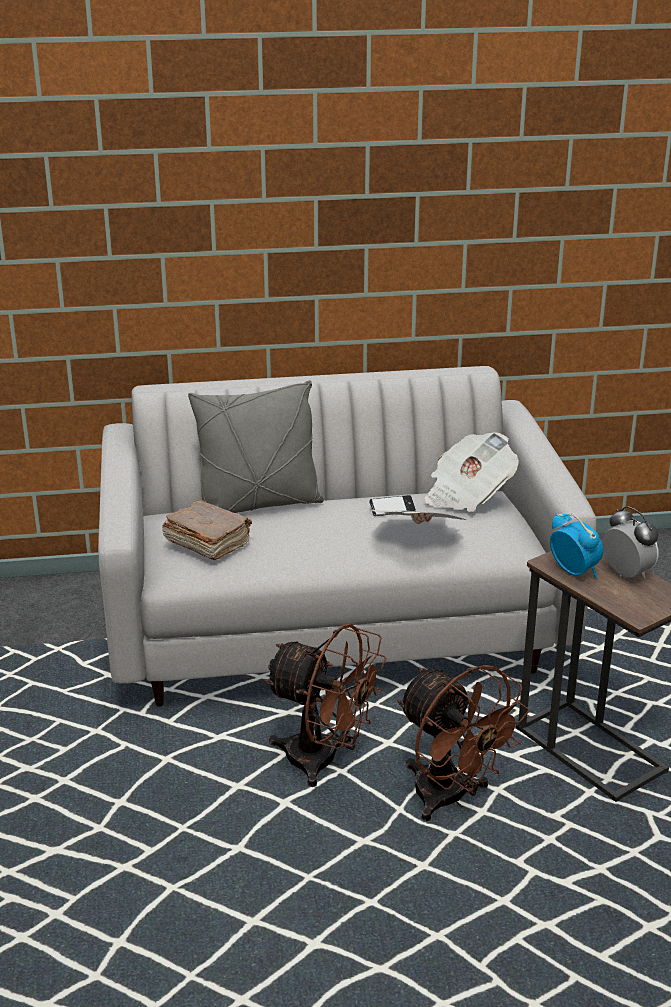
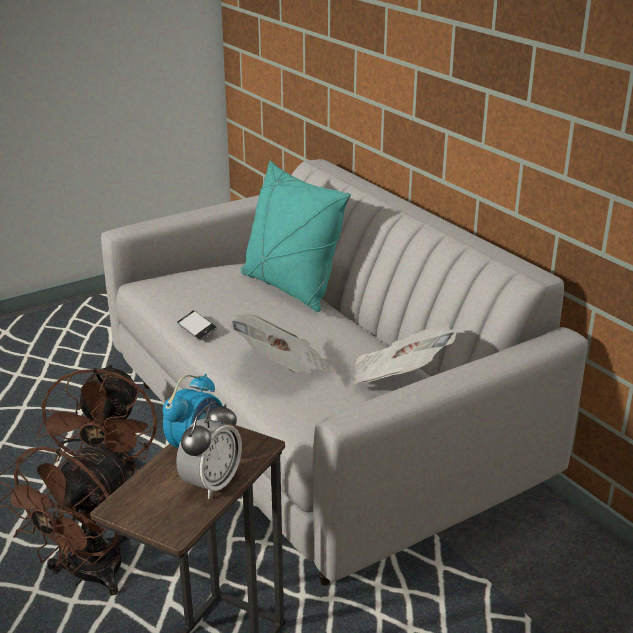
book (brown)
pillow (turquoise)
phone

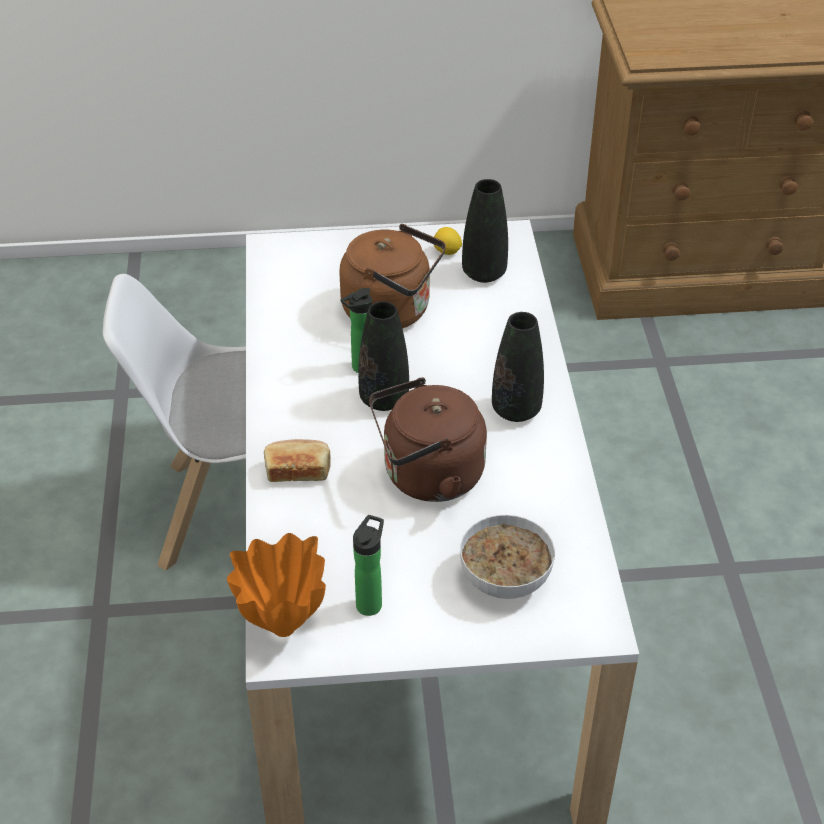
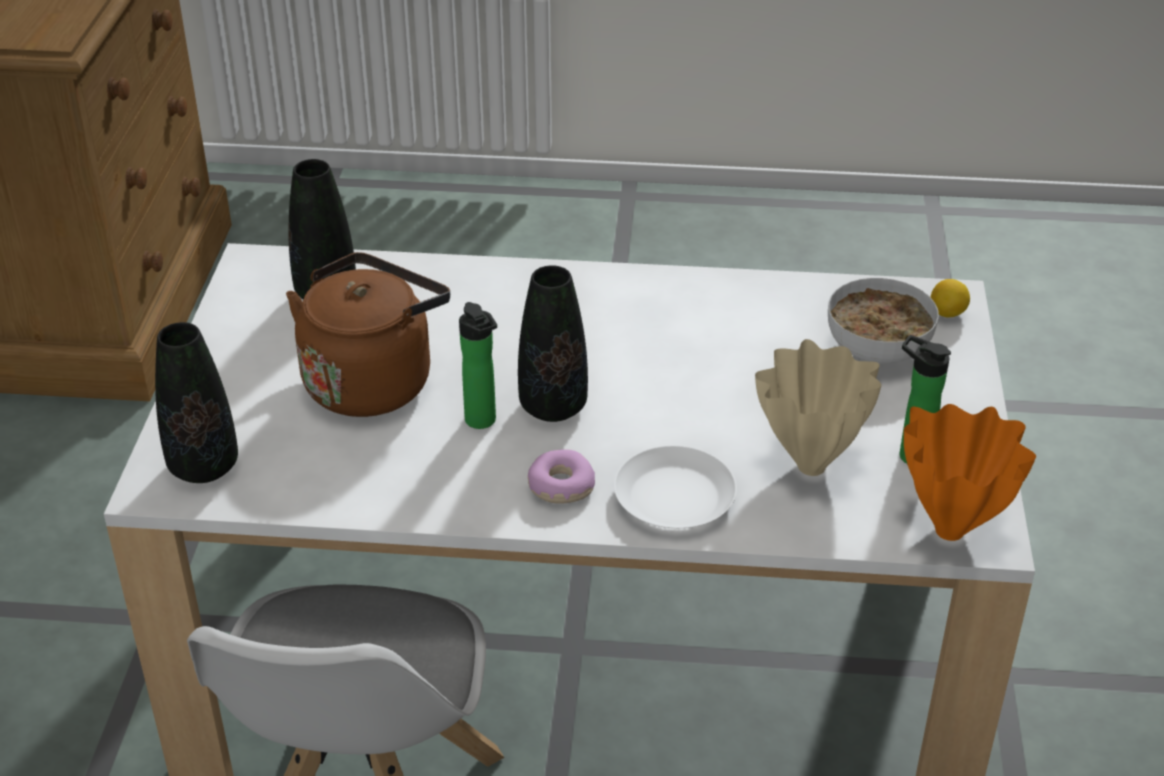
plate (white)
kettle (brown) (no. 2 from left in the first image)
lemon
vase (black) (no. 1 from left)
donut
vase (beige)

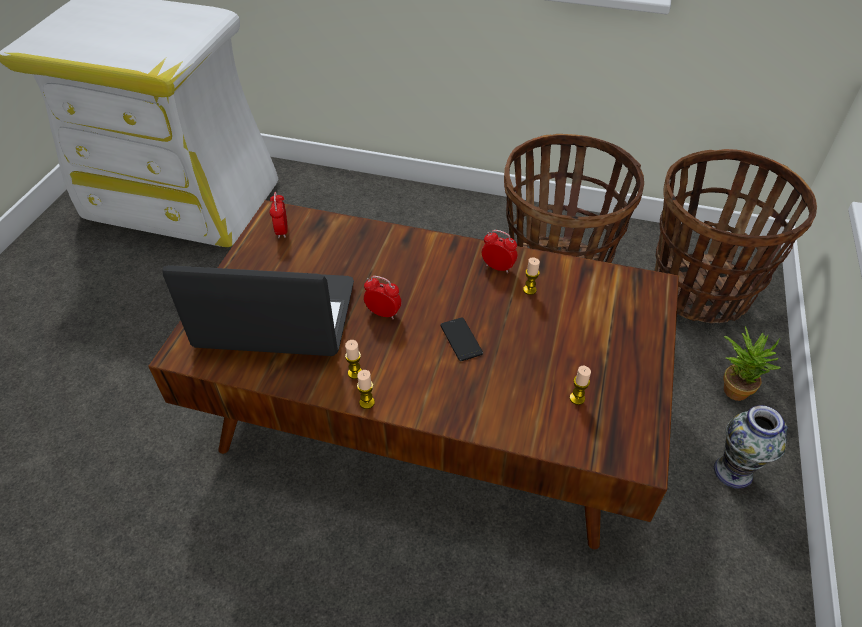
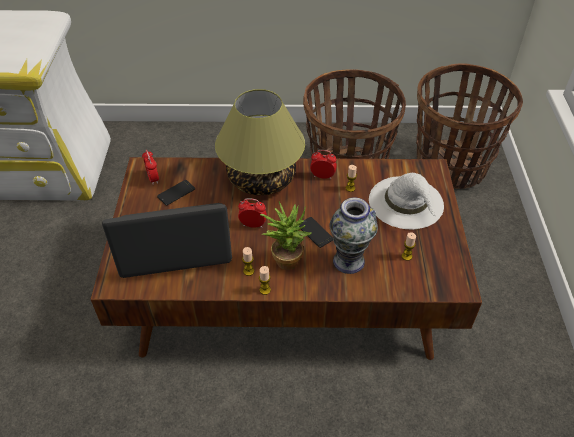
vase
potted plant
phone (no. 1 from left)
table lamp
hat (white)

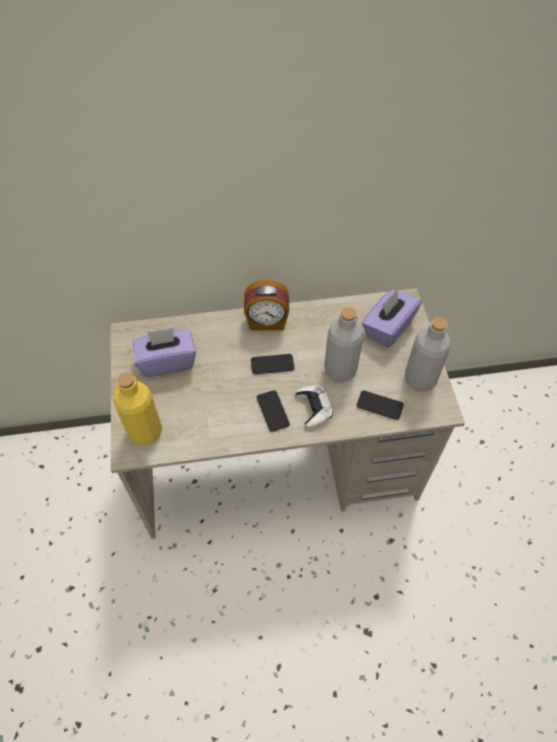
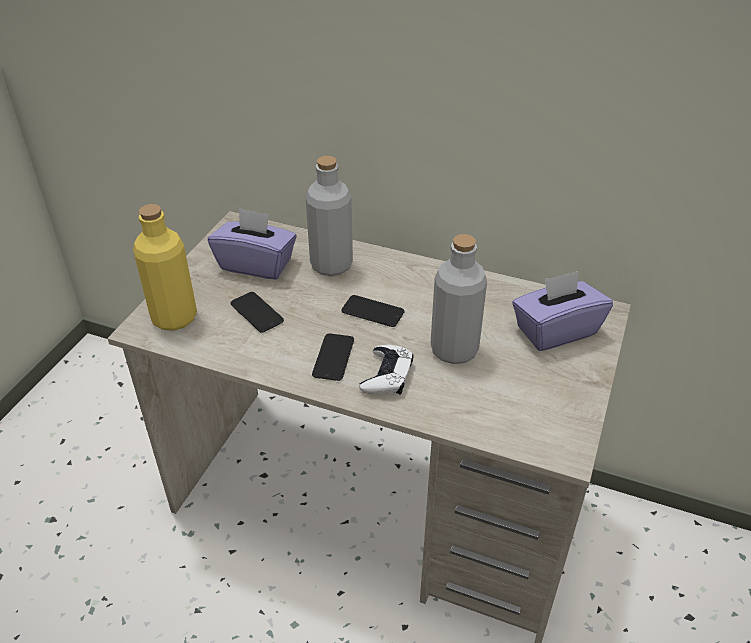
alarm clock
phone (no. 1 from left)
bottle (grey) (no. 1 from left)

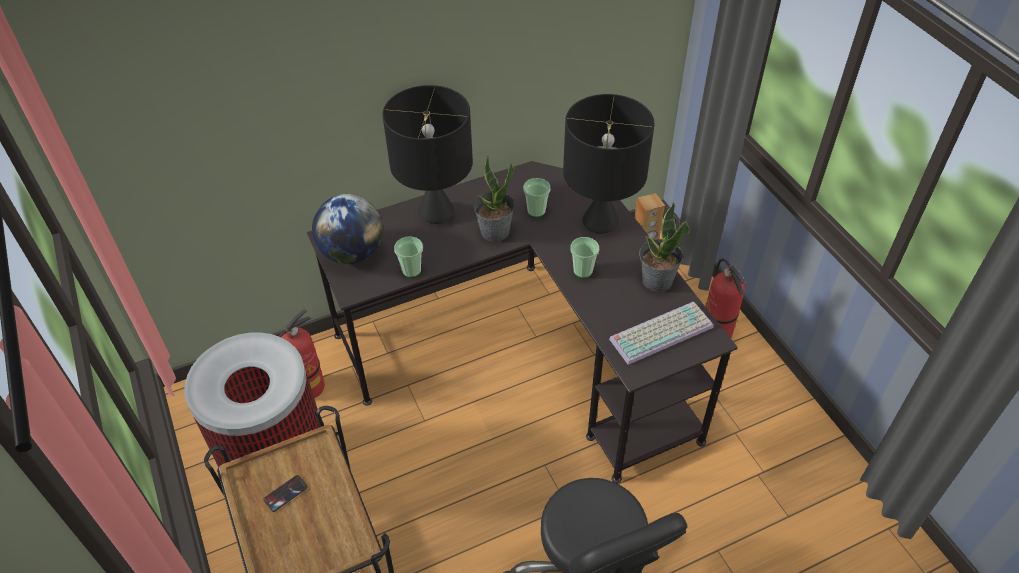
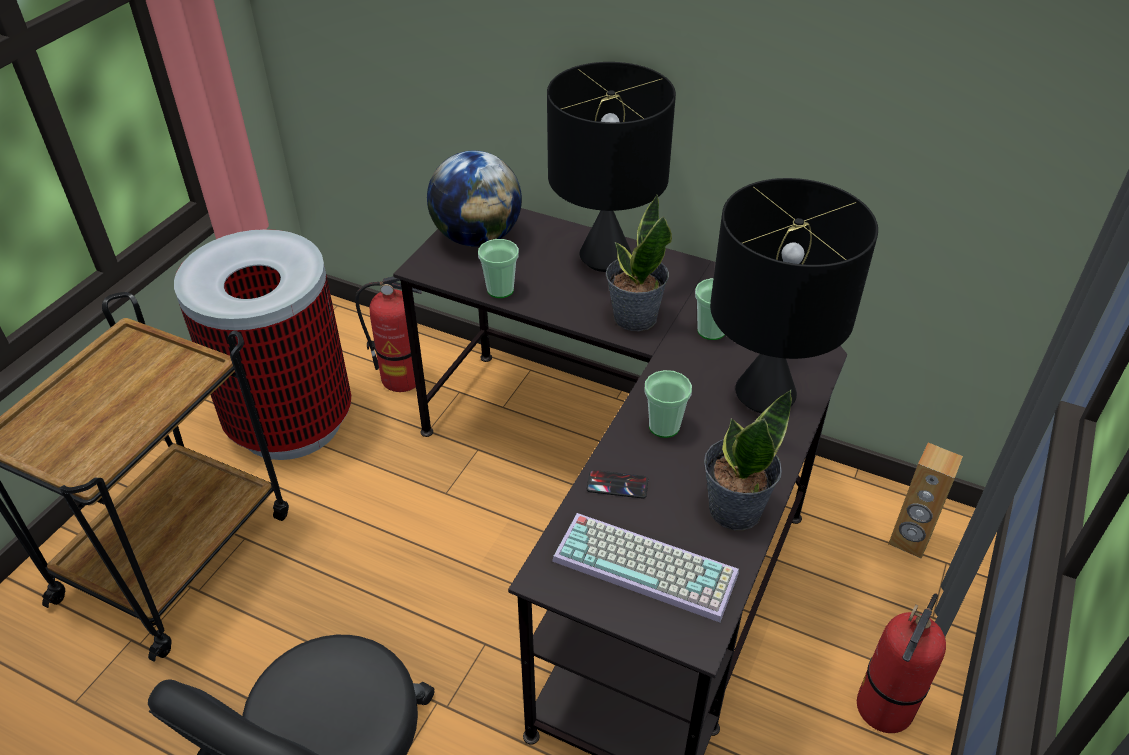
phone

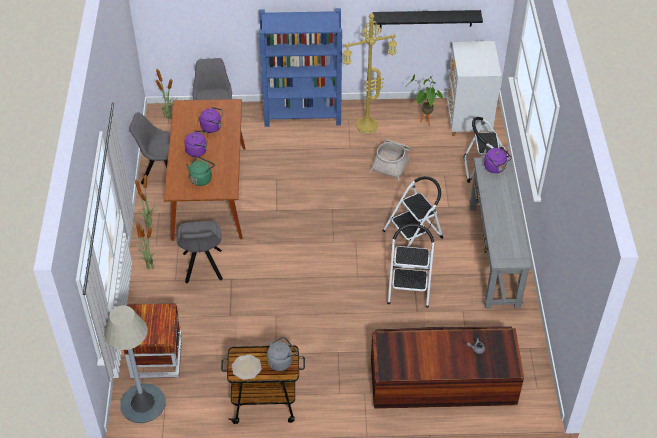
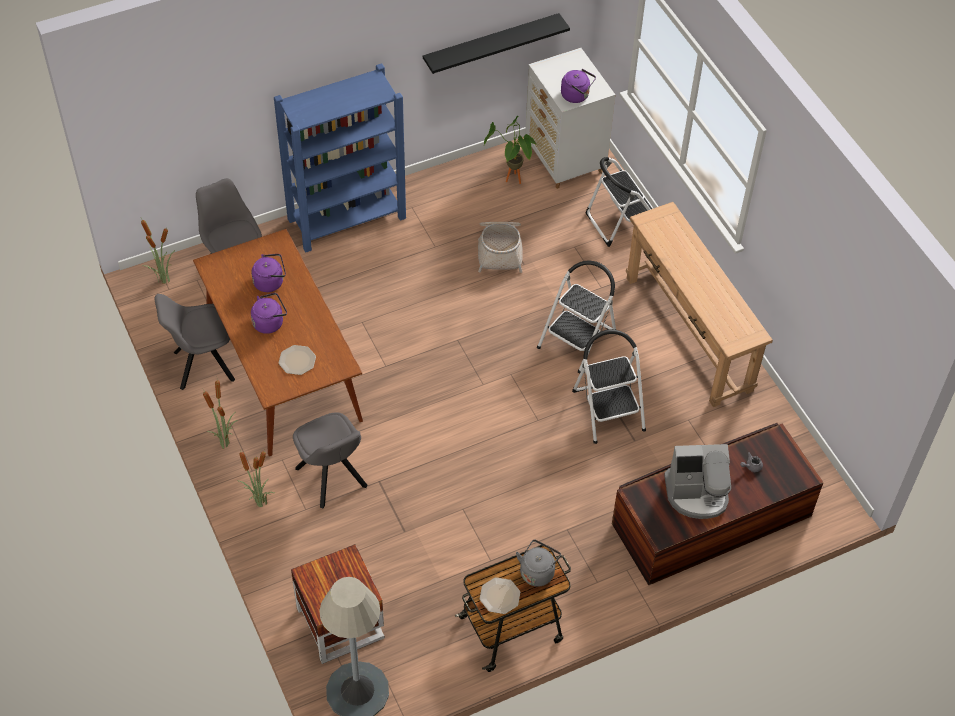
plate (no. 1 from left)
floor lamp (yellow)
console table (brown)
kettle (purple) (no. 3 from left)
coffee machine

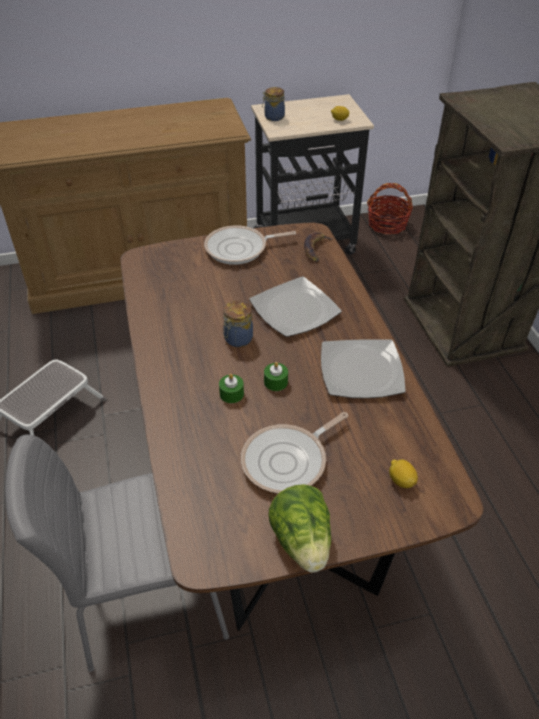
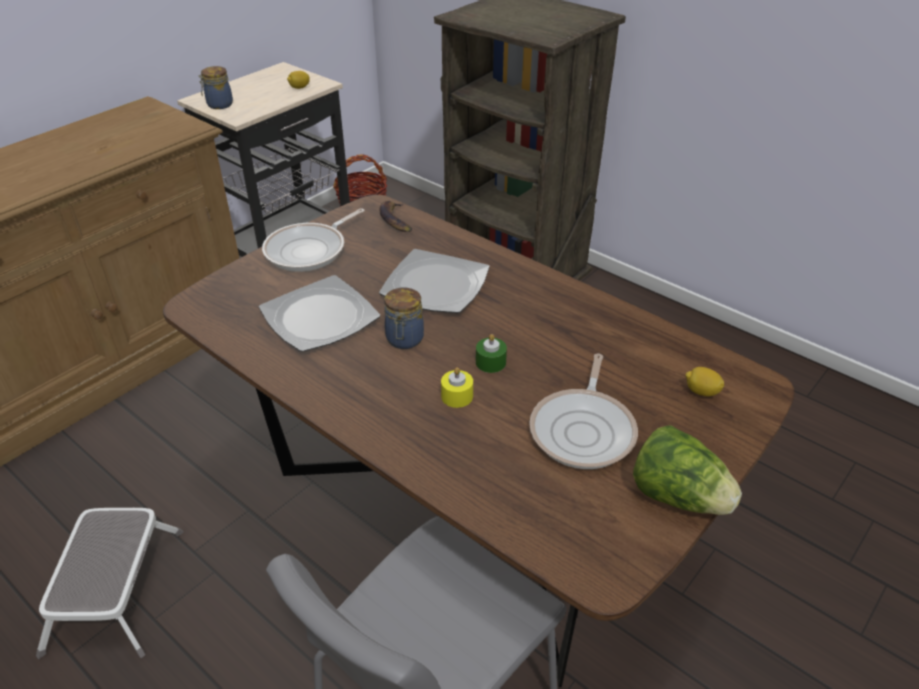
candle (yellow)
plate (no. 1 from left)

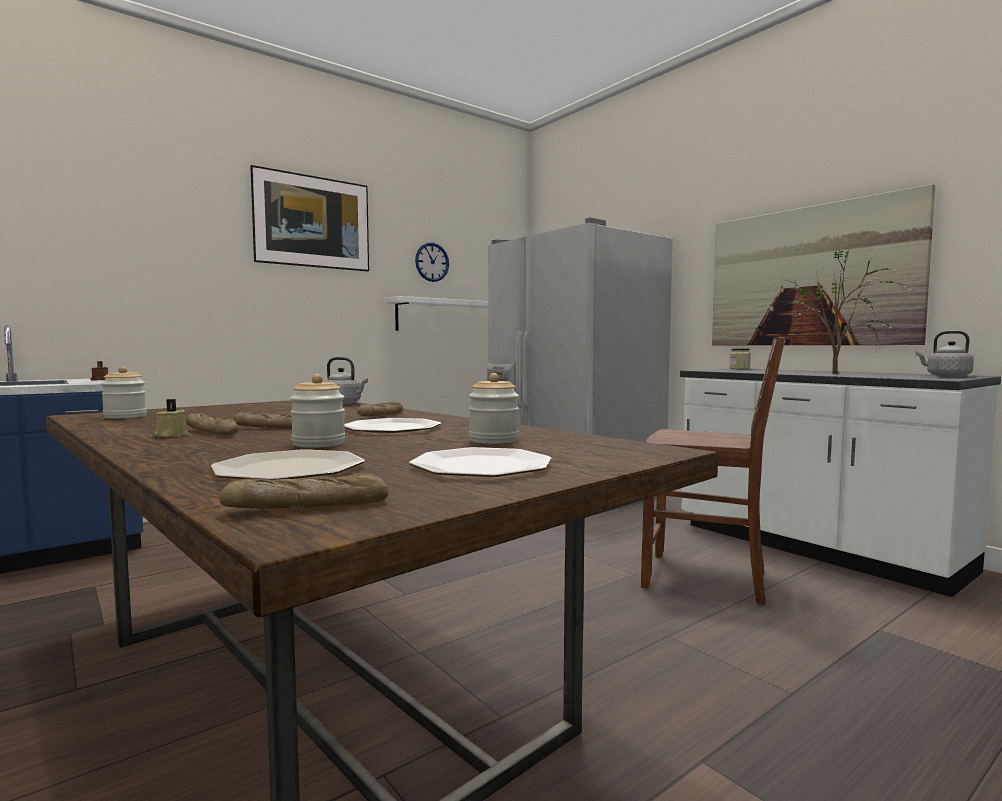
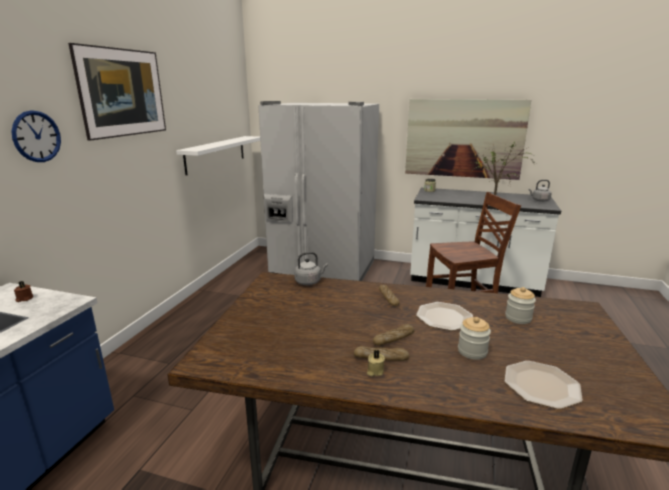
jar (no. 1 from left in the first image)
bread (no. 3 from left in the first image)
plate (no. 3 from left in the first image)
wall clock

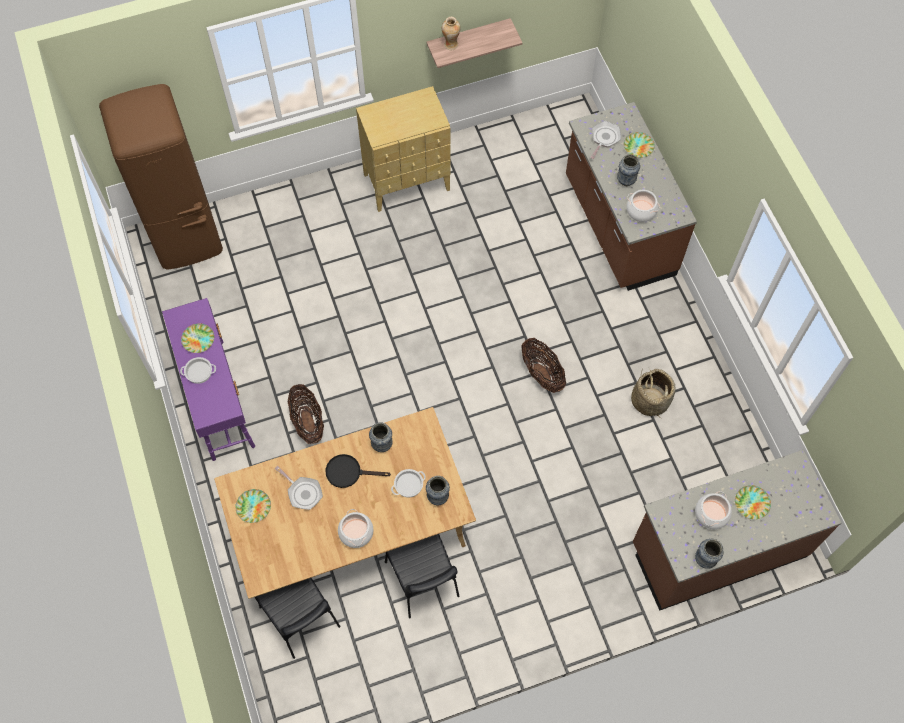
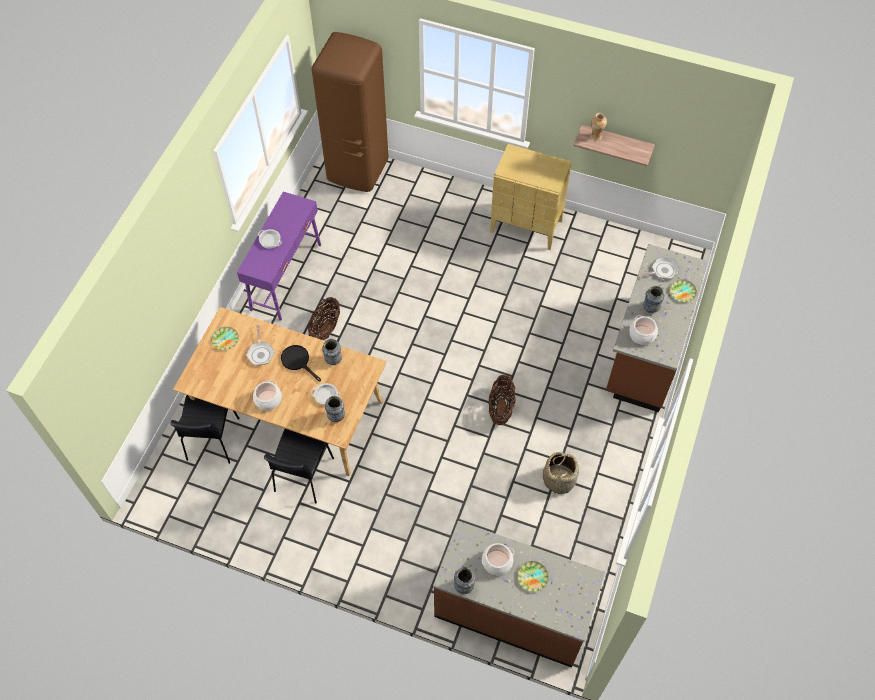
plate (no. 1 from left in the first image)

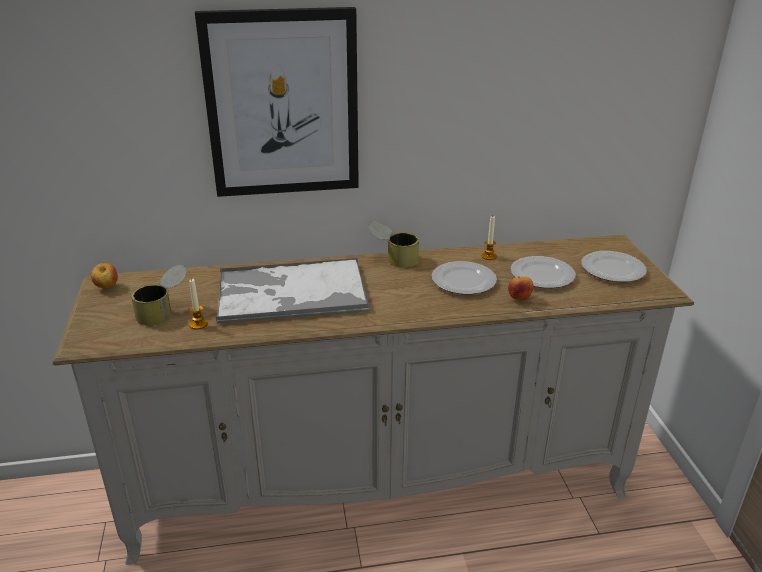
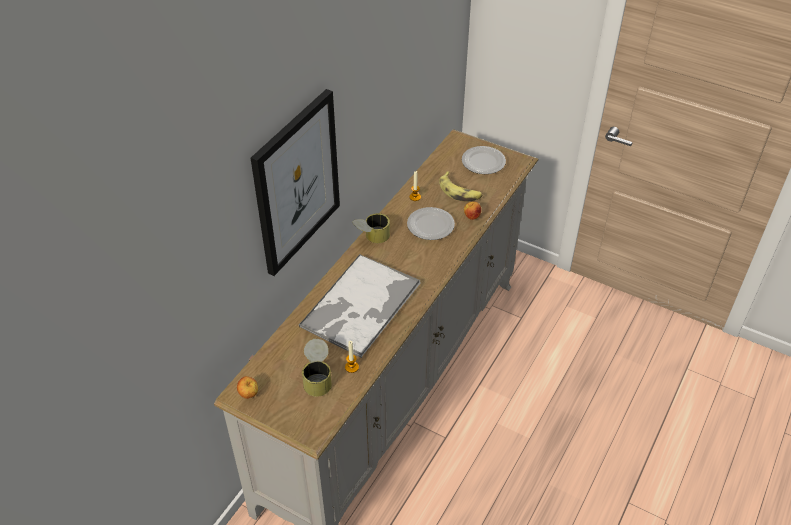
banana

